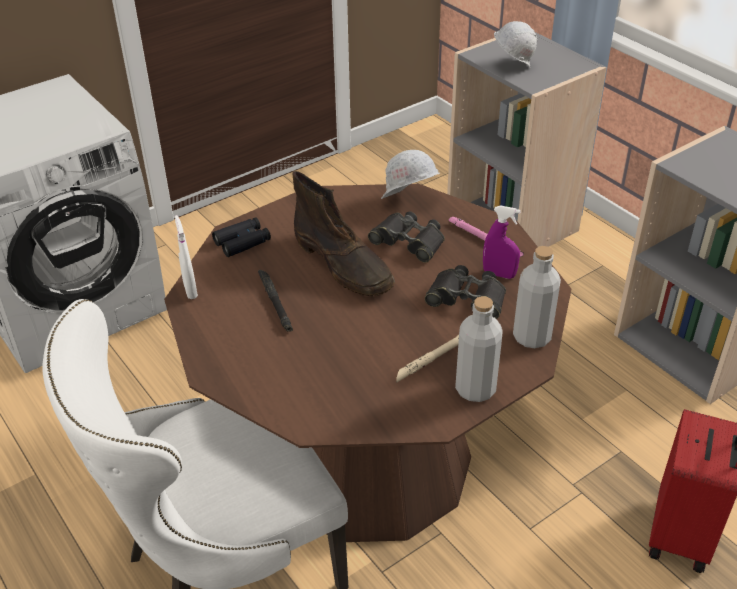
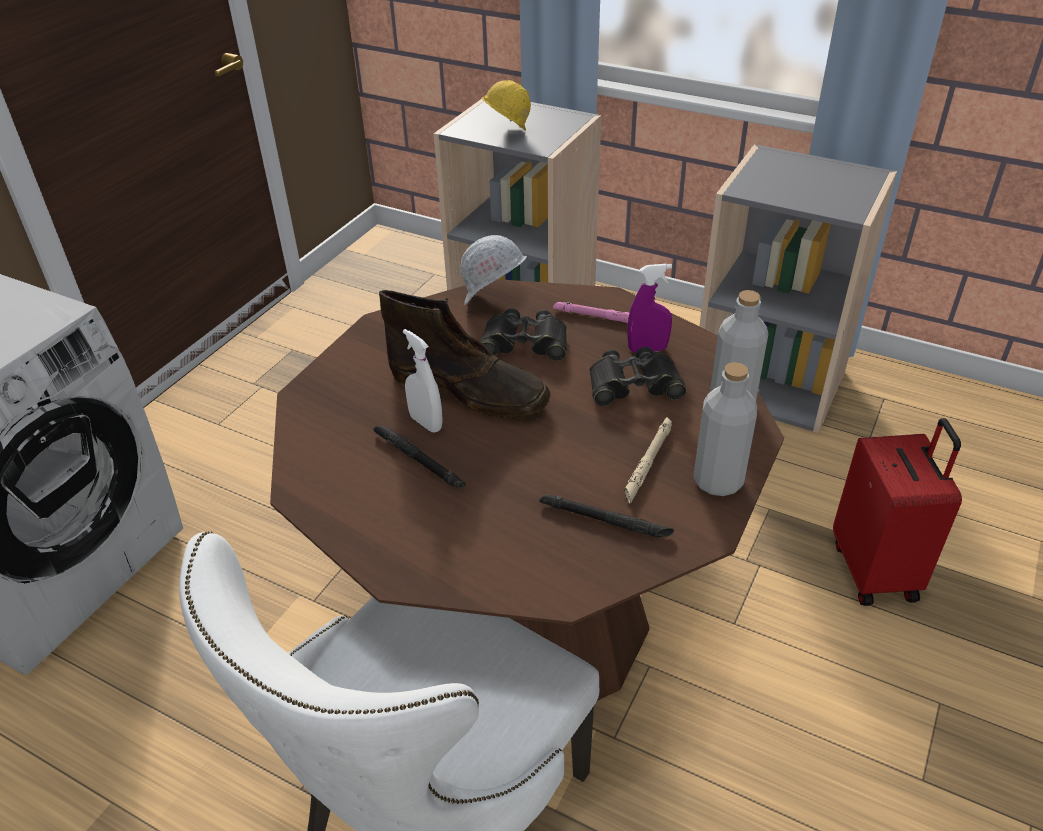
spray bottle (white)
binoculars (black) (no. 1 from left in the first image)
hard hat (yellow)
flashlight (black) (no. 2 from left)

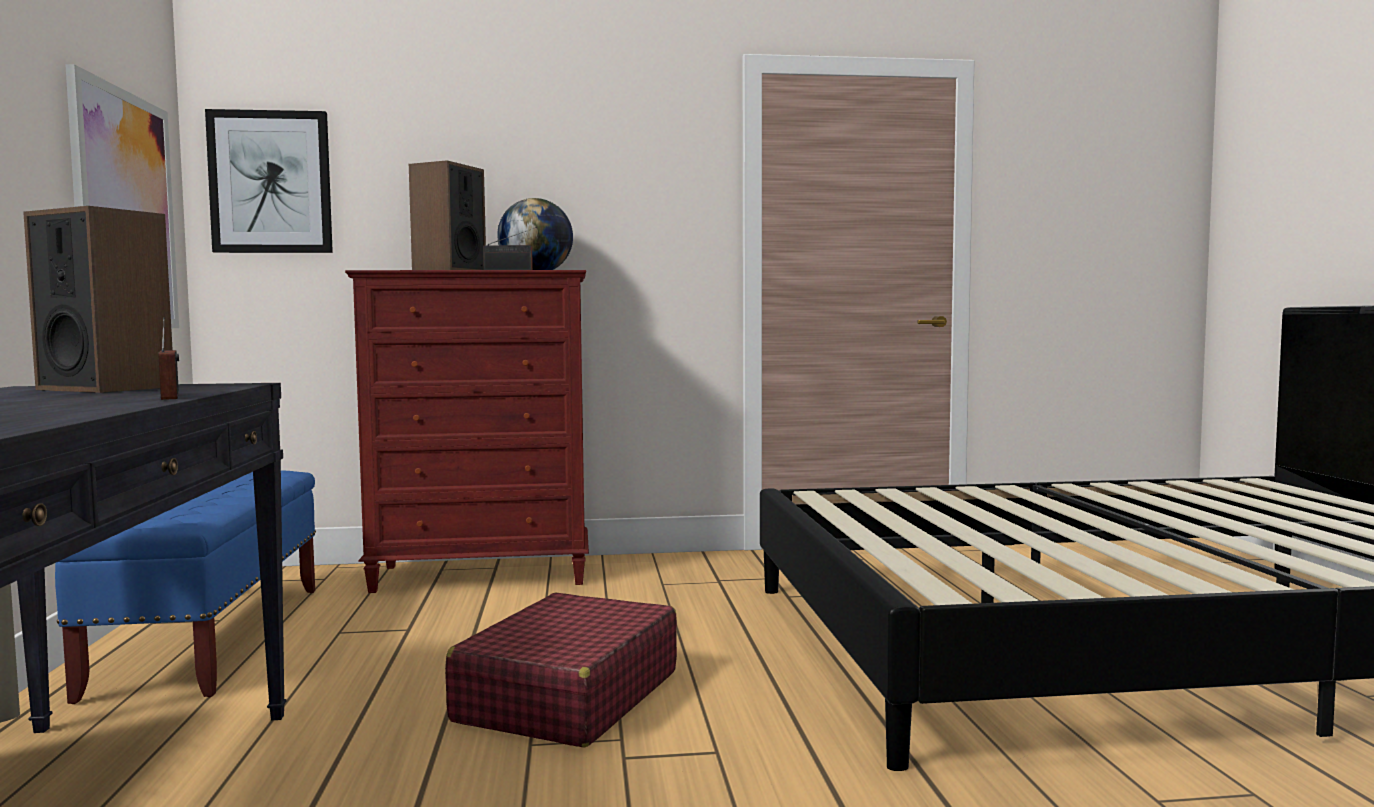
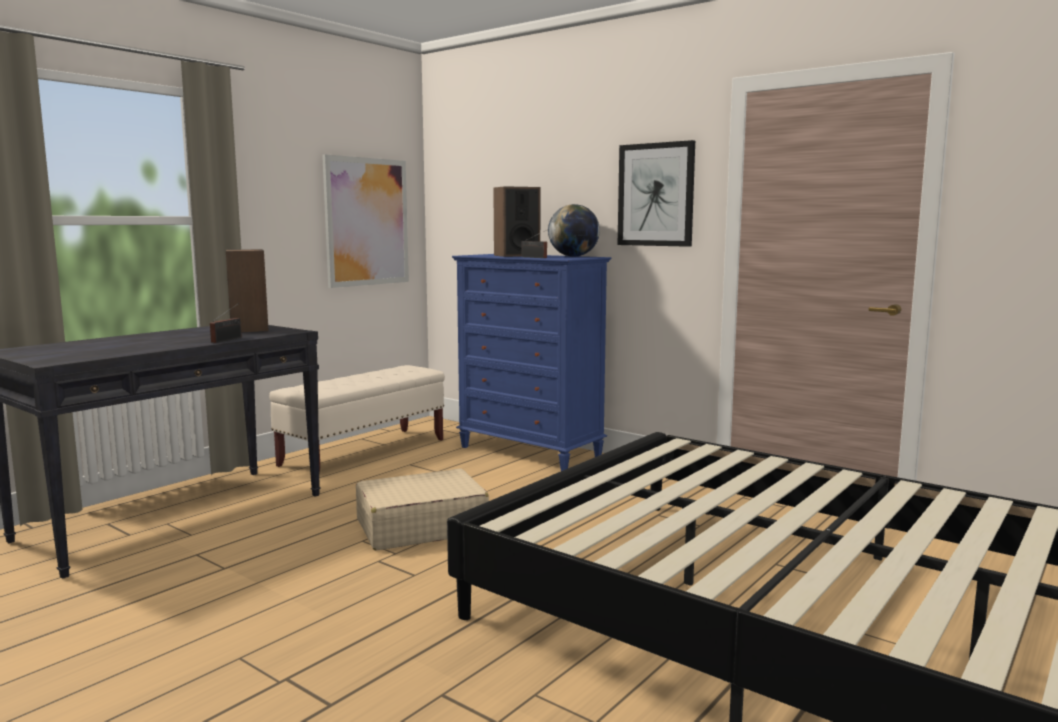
bench (beige)
picture (no. 2 from left)
dresser (blue)
suitcase (beige)

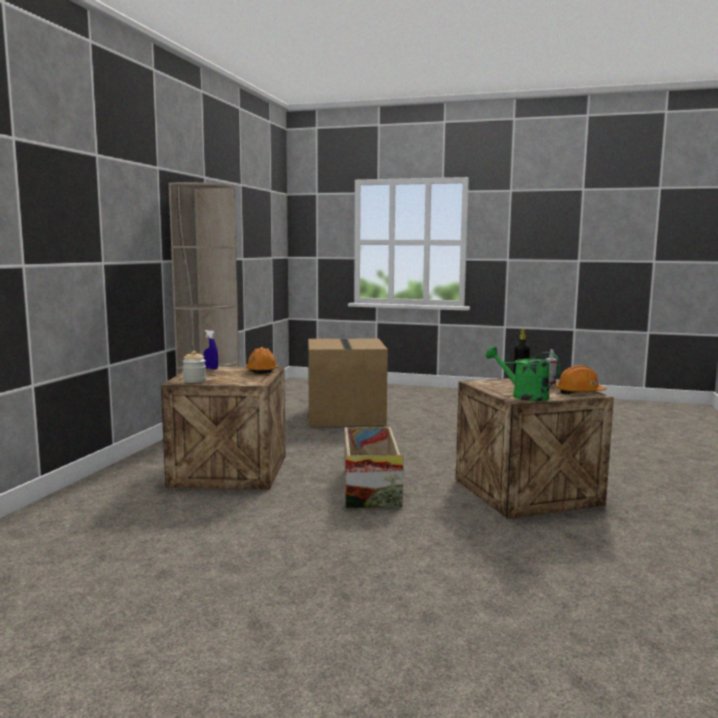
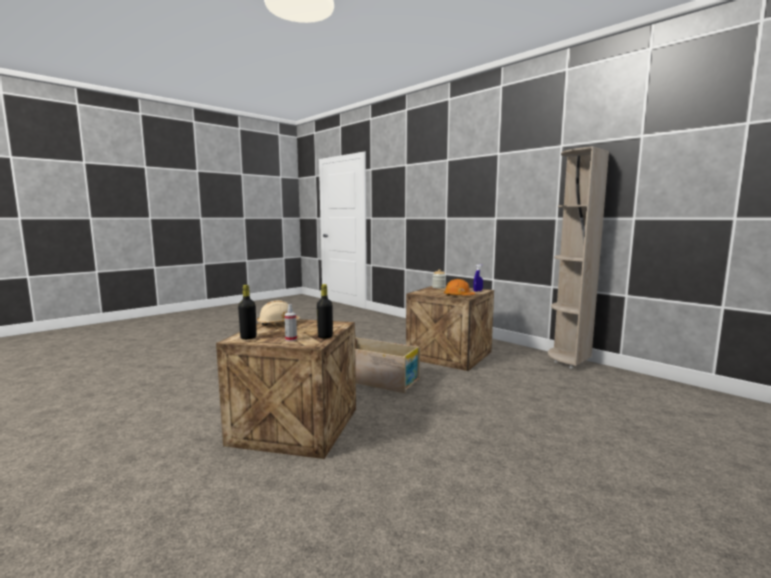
cardboard box
hard hat (beige)
bottle (black) (no. 1 from left)

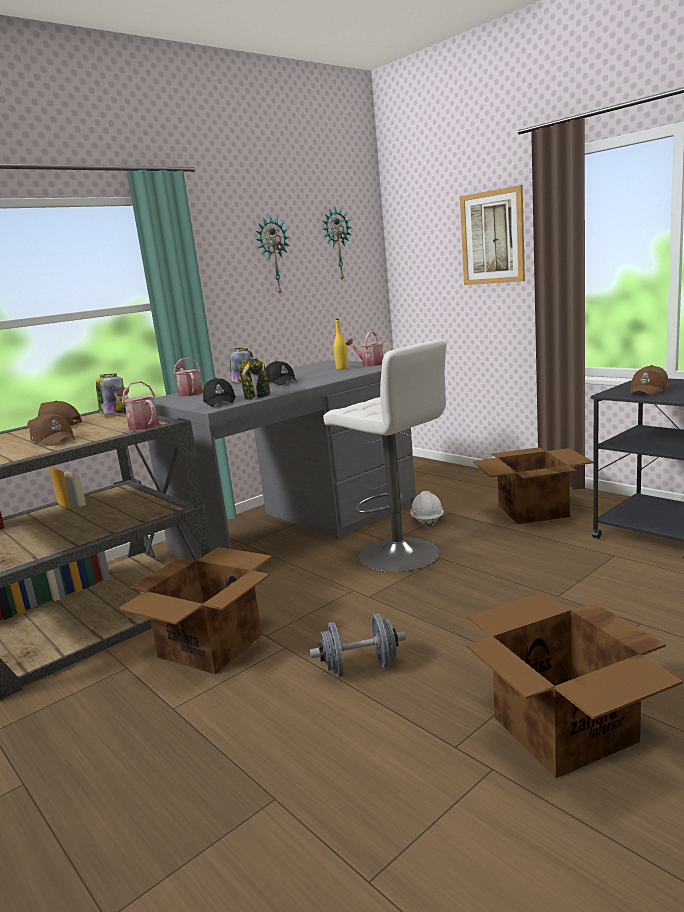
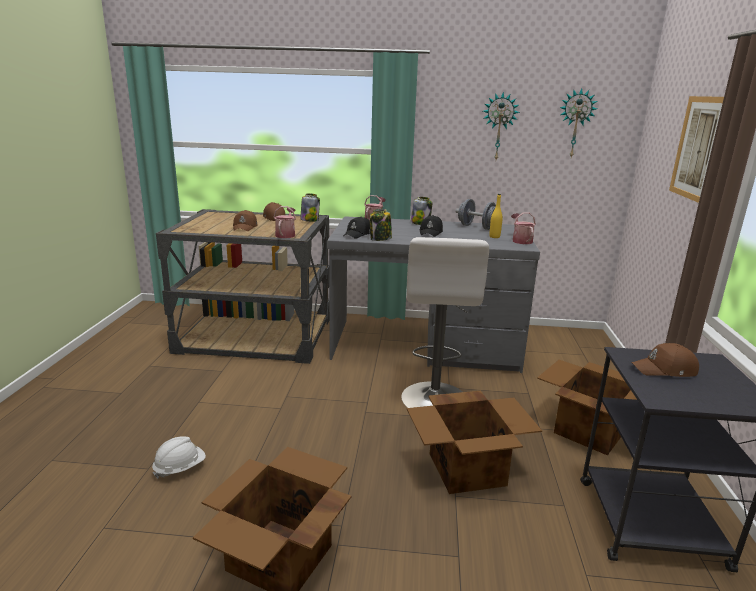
cardboard box (no. 2 from left)
dumbbell (grey)
hard hat (white)

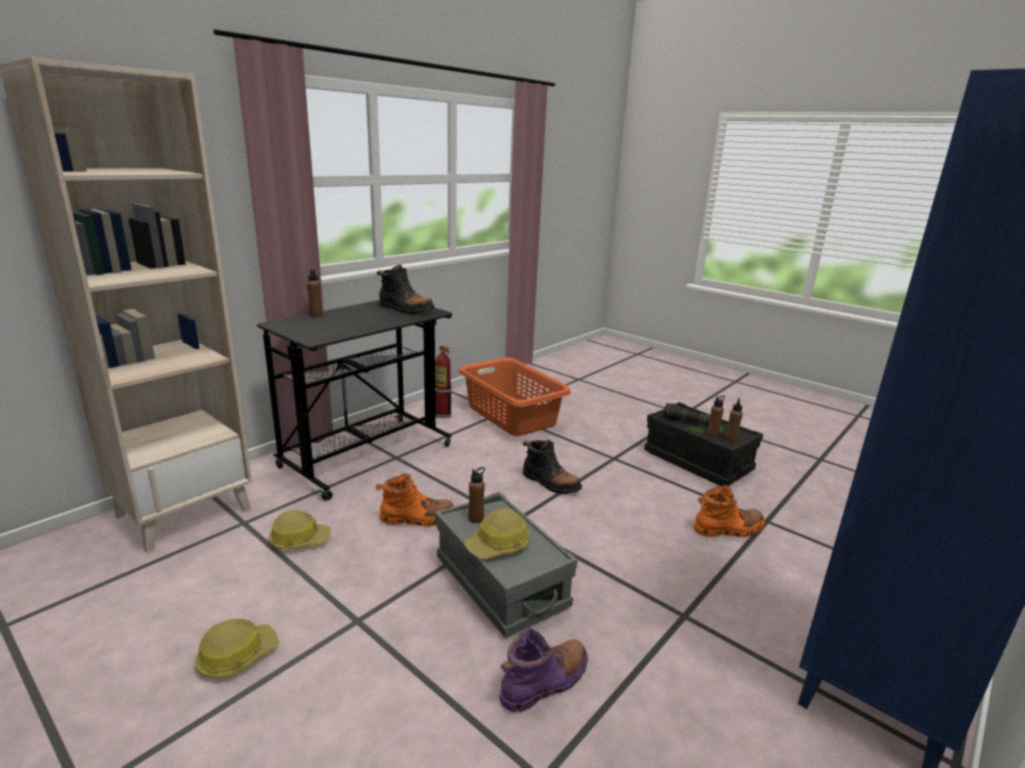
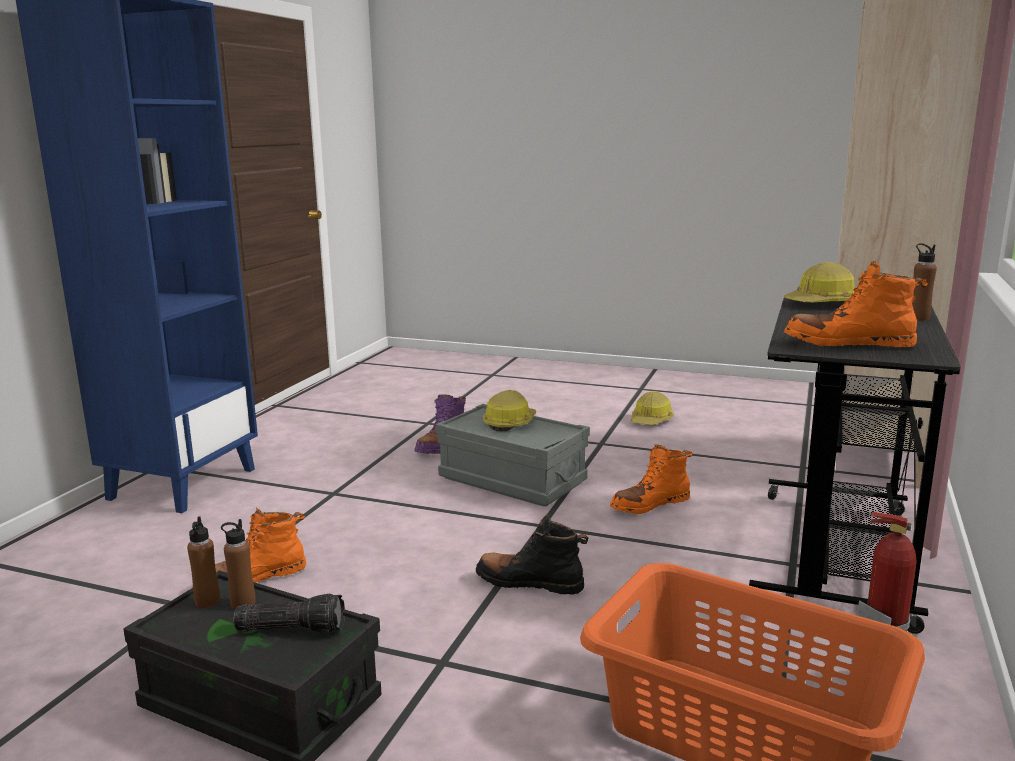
hard hat (no. 3 from left)
boot (orange) (no. 3 from left)
bottle (brown) (no. 2 from left in the first image)

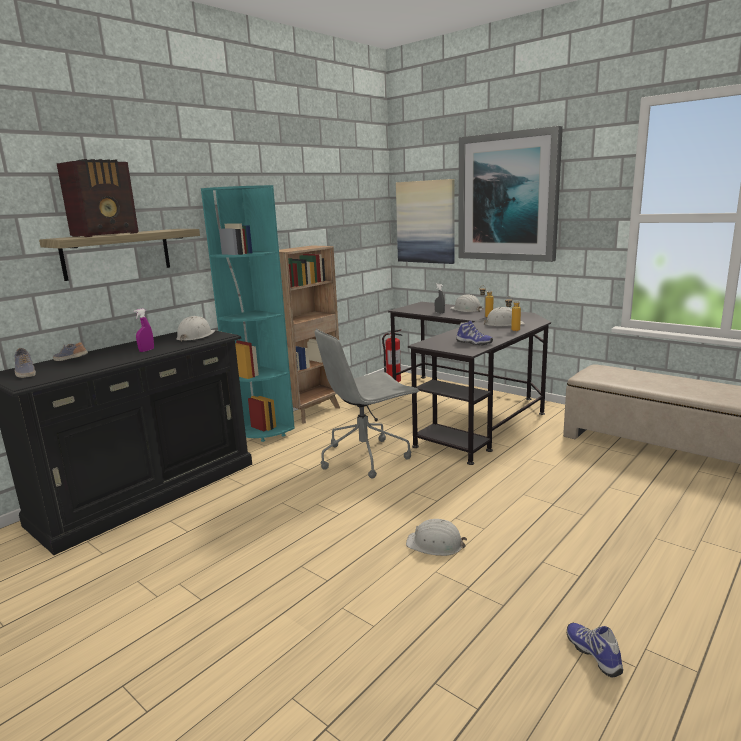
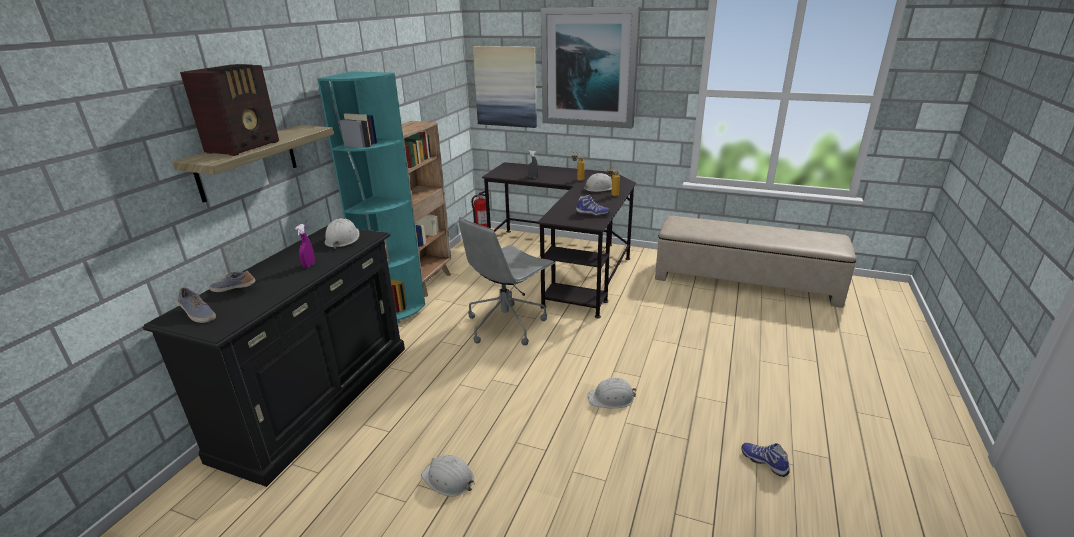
hard hat (white) (no. 2 from left)

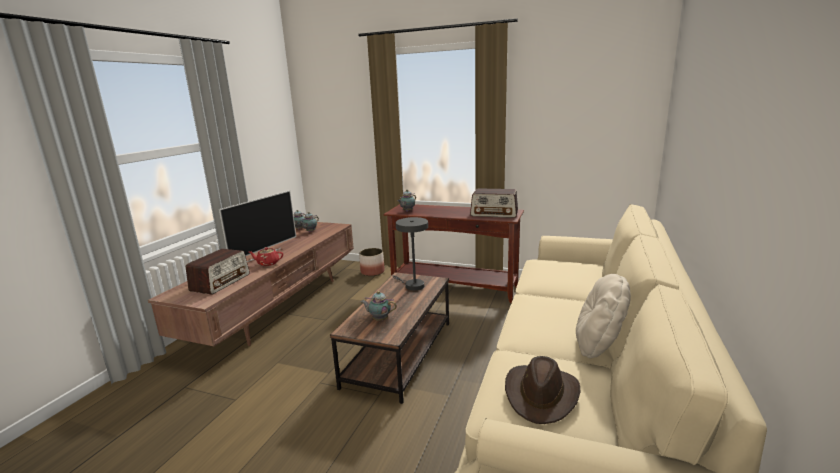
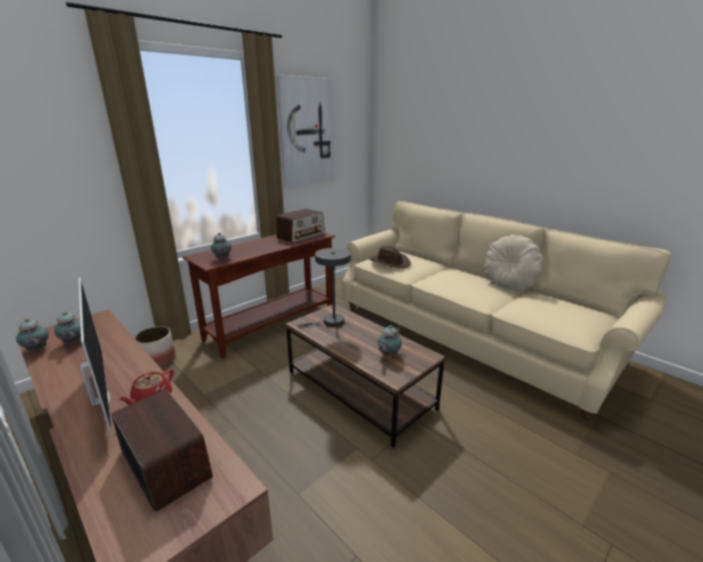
hat (brown)
picture

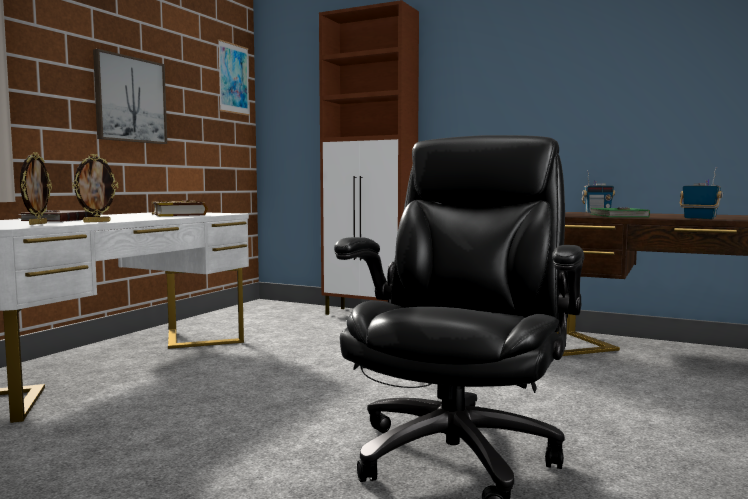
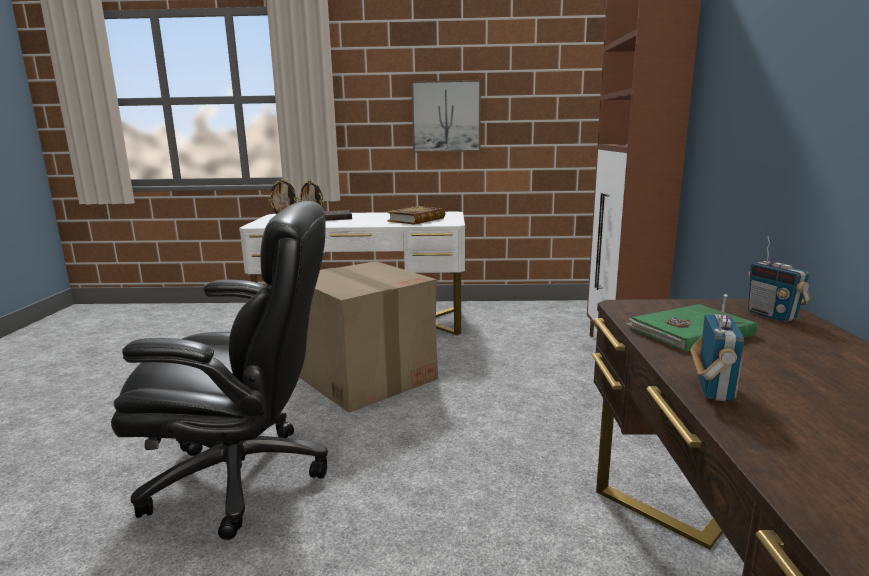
picture (no. 2 from left in the first image)
cardboard box

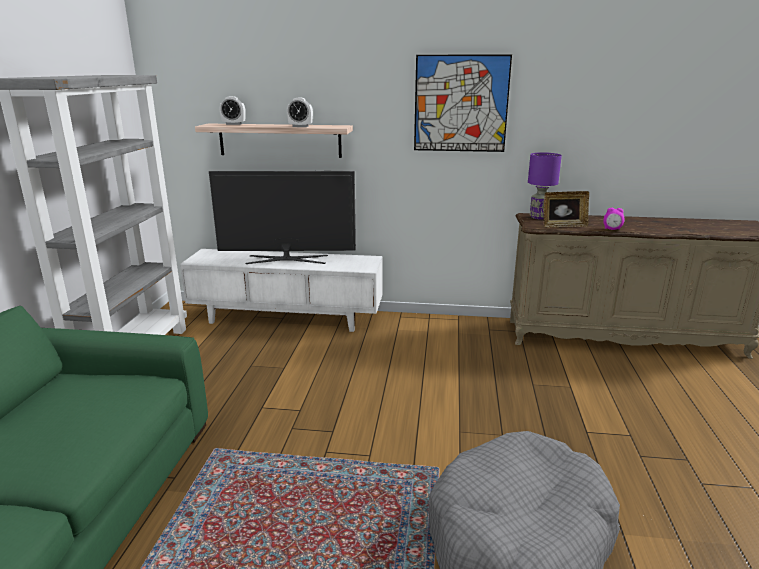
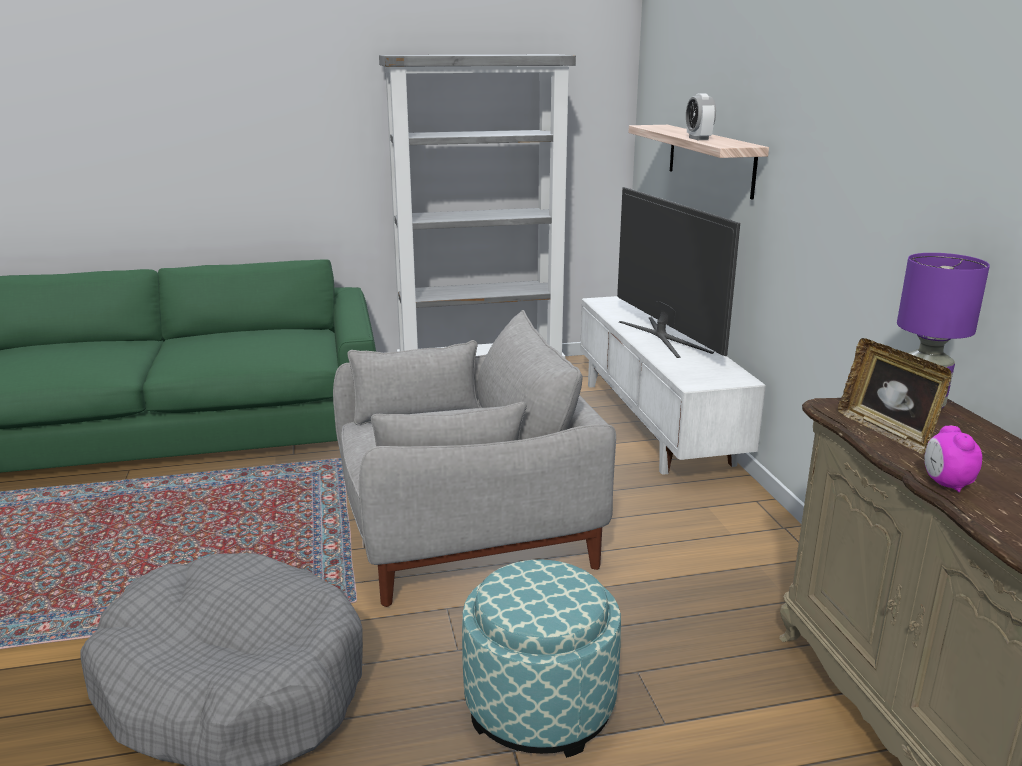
alarm clock (no. 1 from left in the first image)
picture
armchair (grey)
ottoman

